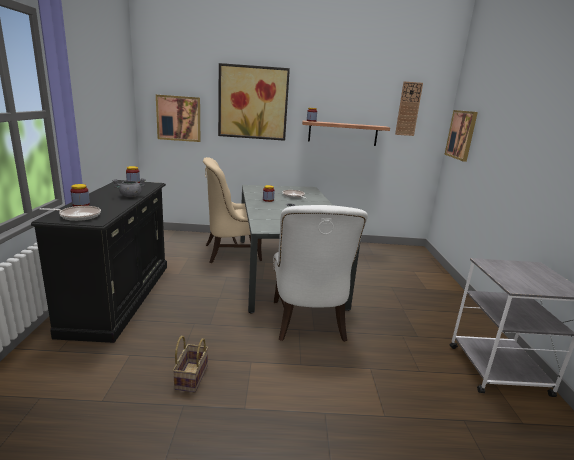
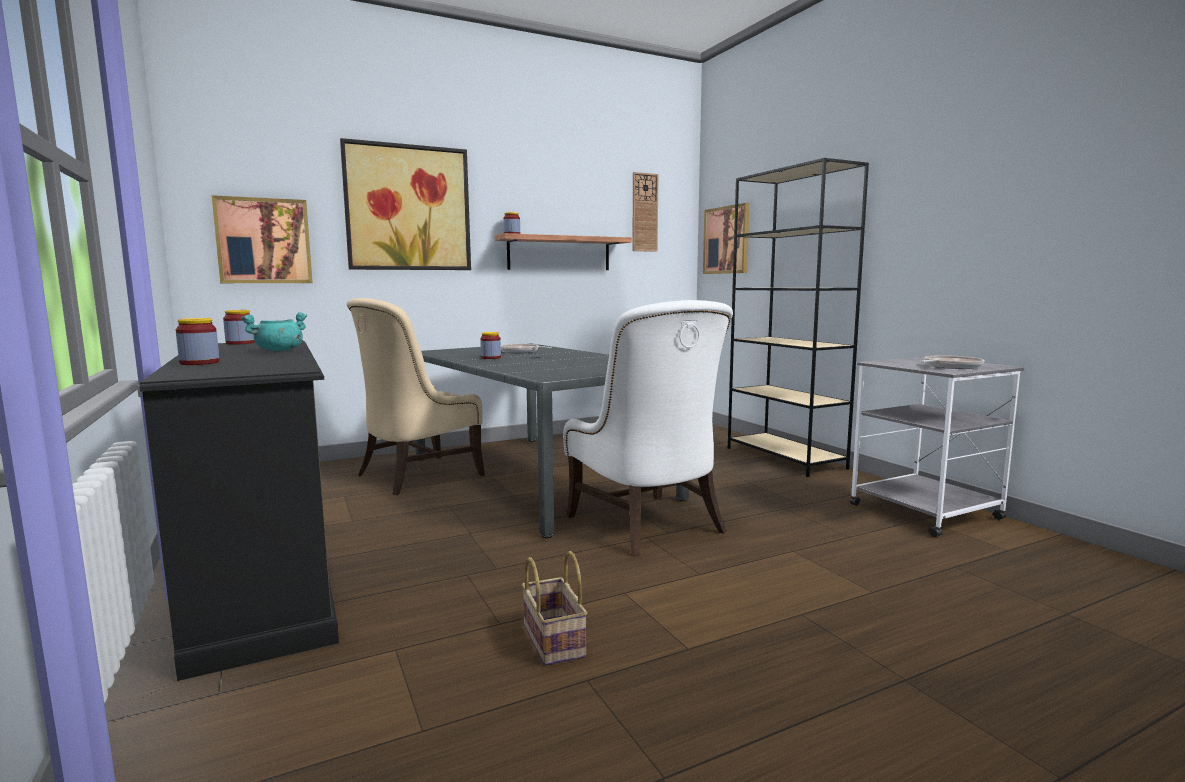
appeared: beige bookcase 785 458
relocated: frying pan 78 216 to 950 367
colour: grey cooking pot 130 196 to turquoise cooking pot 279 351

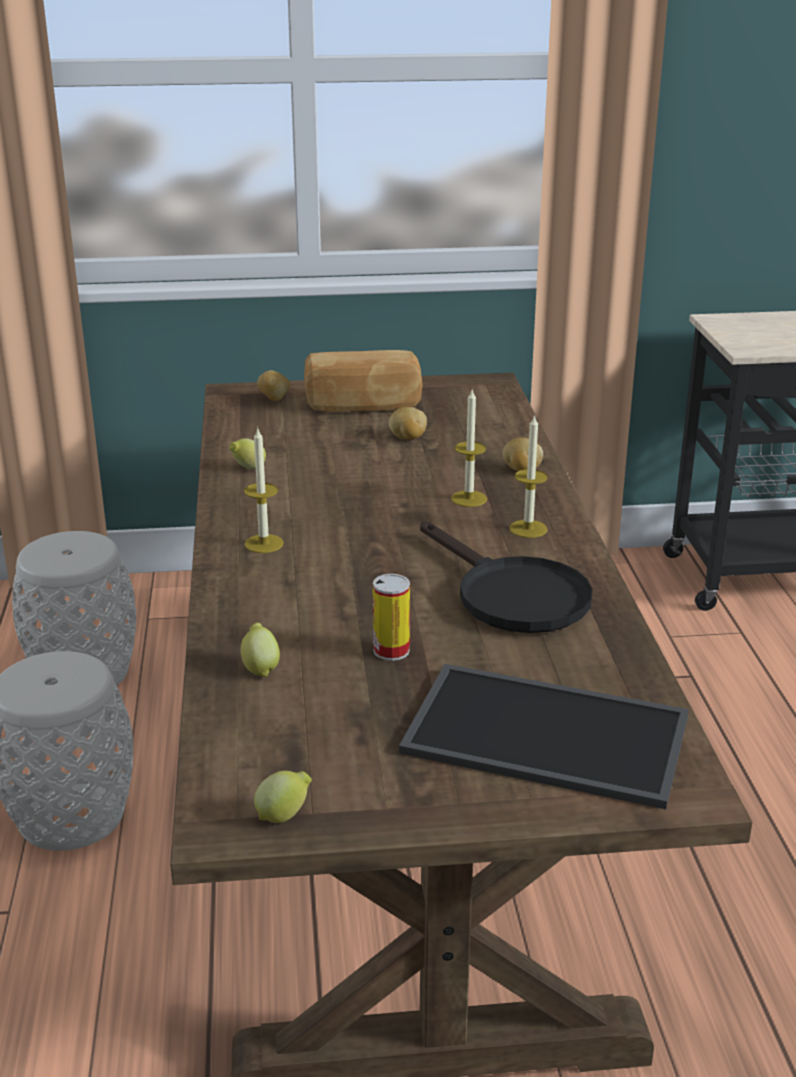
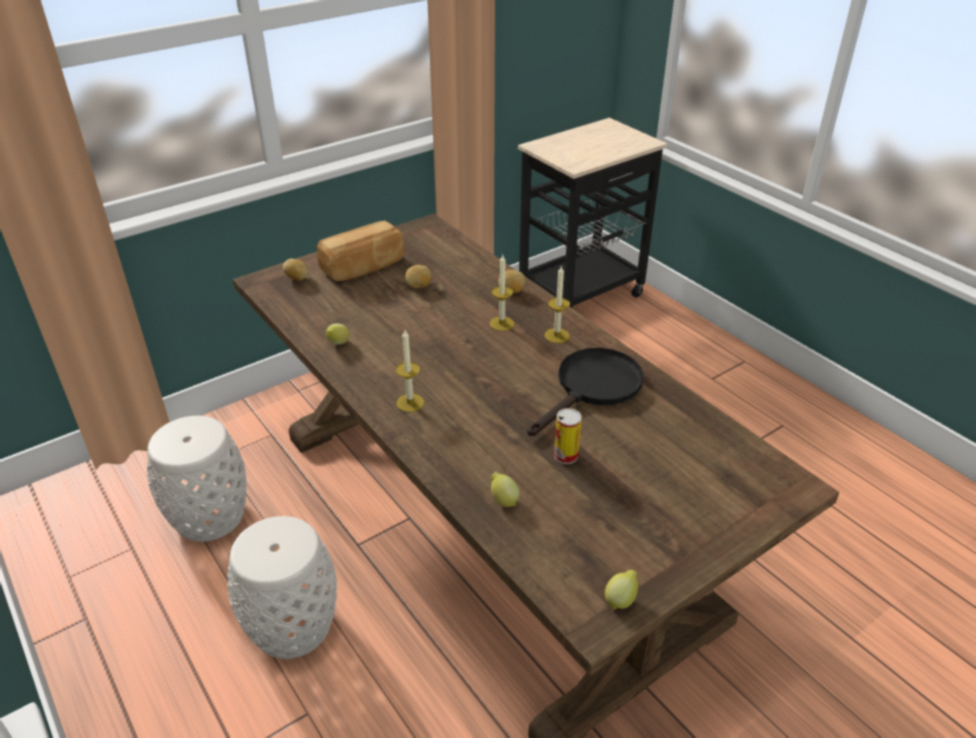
missing: tray 550 732
spun: black frying pan 511 594 = 592 388 75 degrees counterclockwise

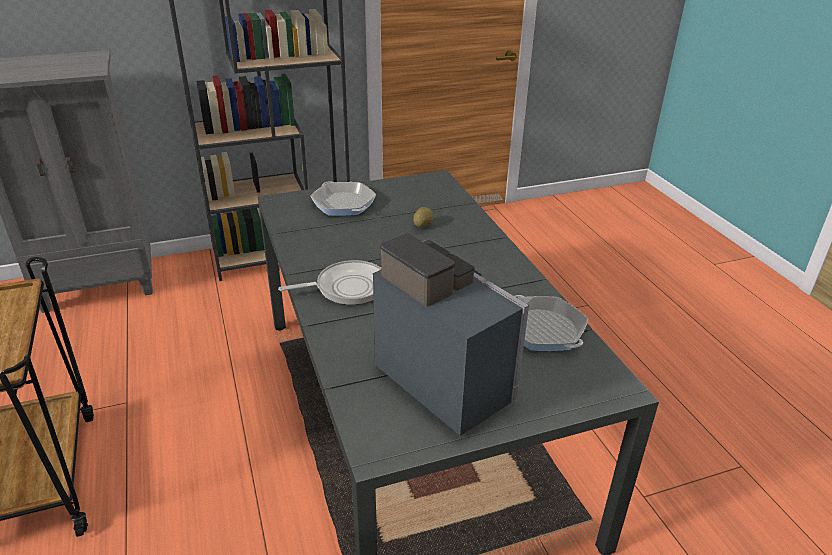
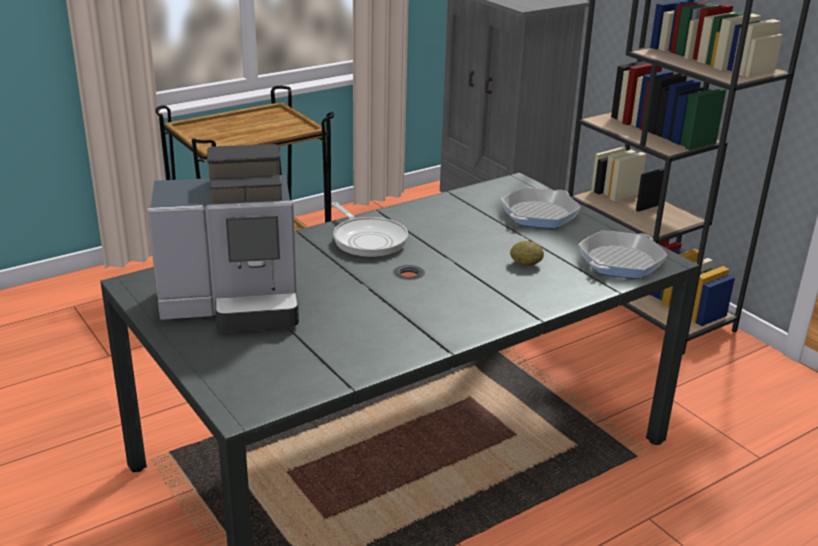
relocated: frying pan 543 330 to 620 261
spun: coffee machine 445 378 = 235 305 45 degrees clockwise

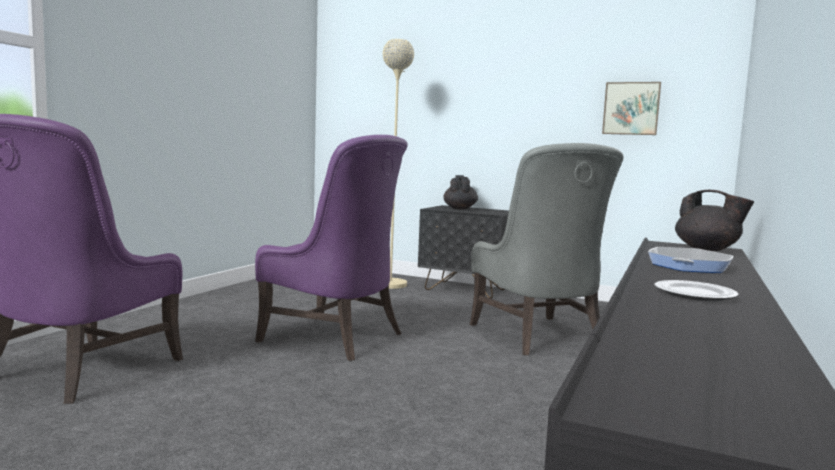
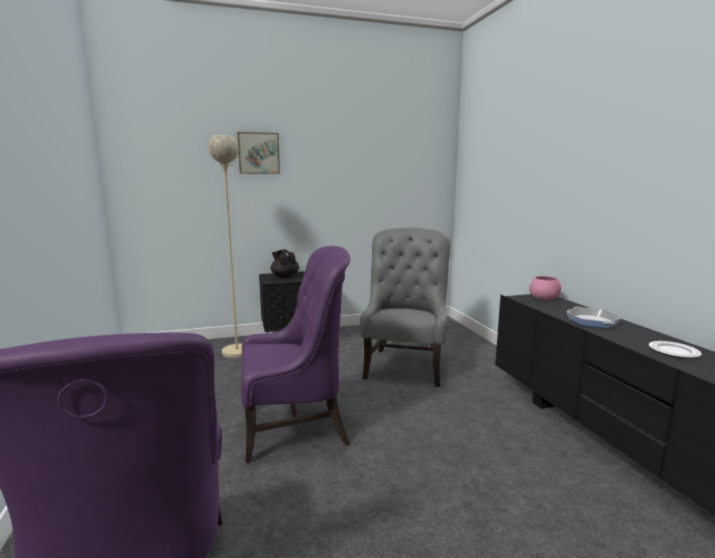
relocated: picture 631 108 to 258 153
exchanged: black teapot 707 249 to pink bowl 544 298
spun: grey chair 538 335 = 405 366 105 degrees counterclockwise

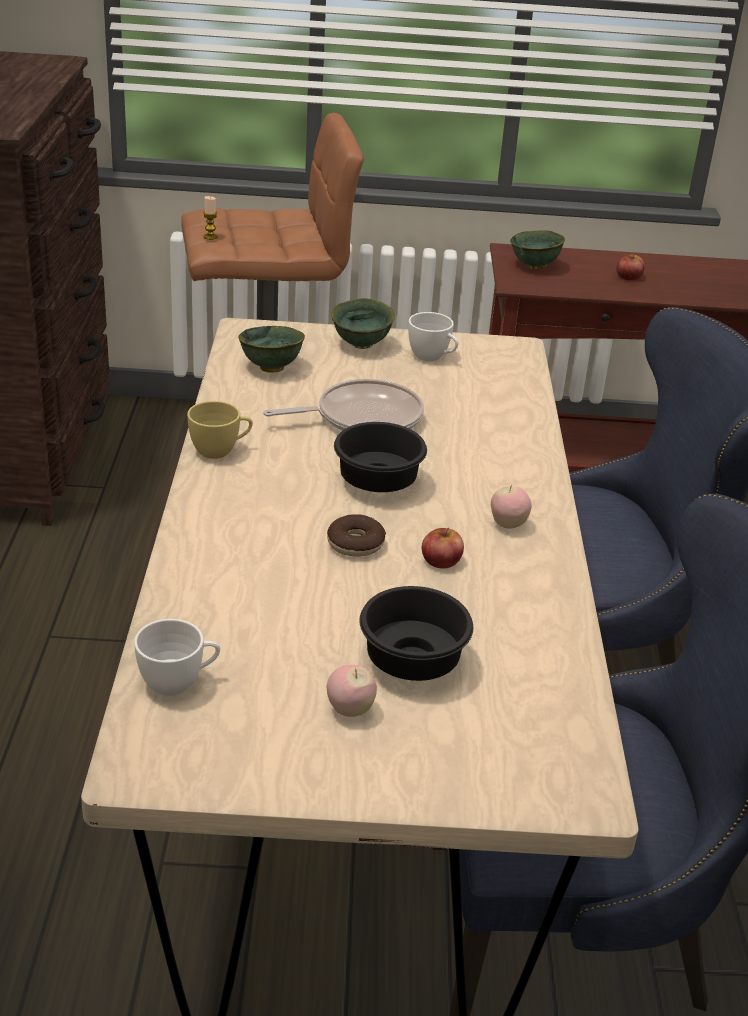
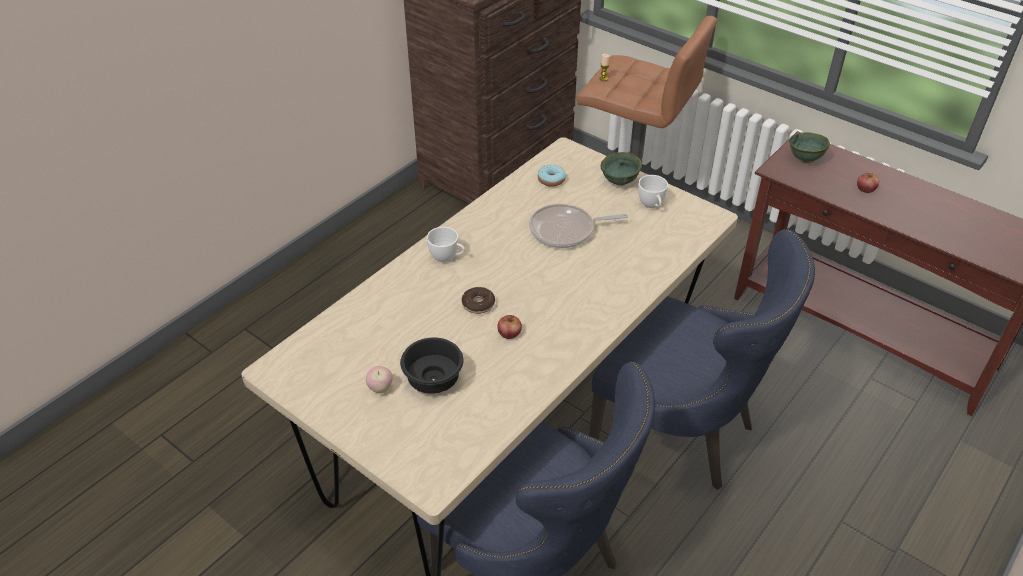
missing: yellow cup 220 451; black bowl 379 481; apple 508 525
relocated: white cup 179 682 to 447 257
exchanged: green bowl 270 368 to donut 551 180
spun: frying pan 362 418 = 566 230 150 degrees clockwise

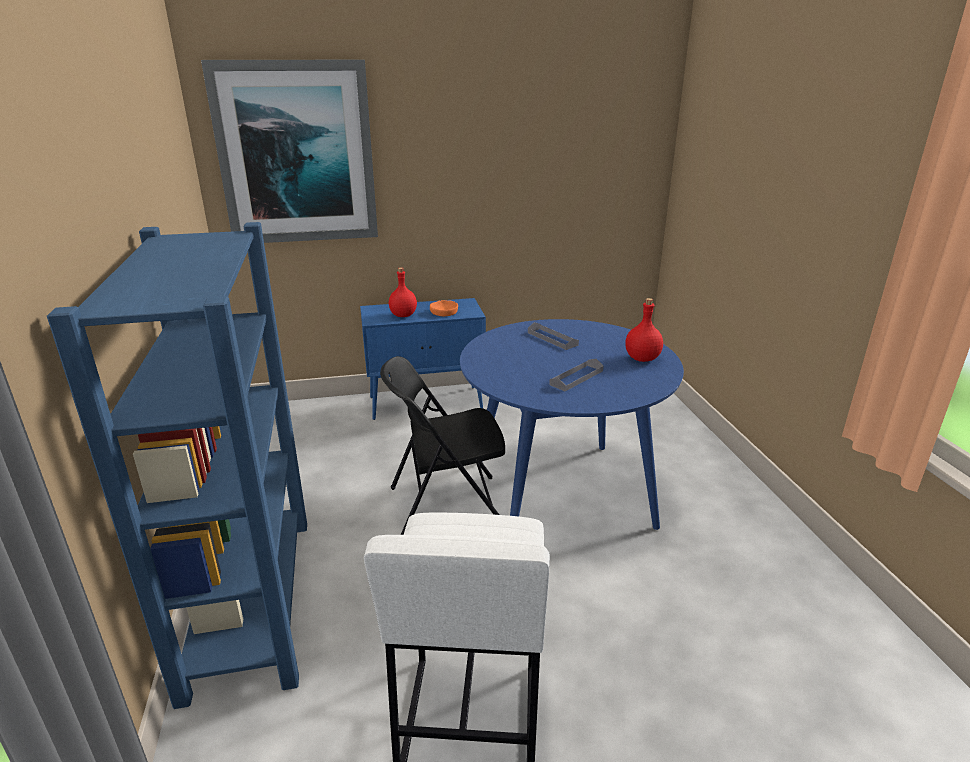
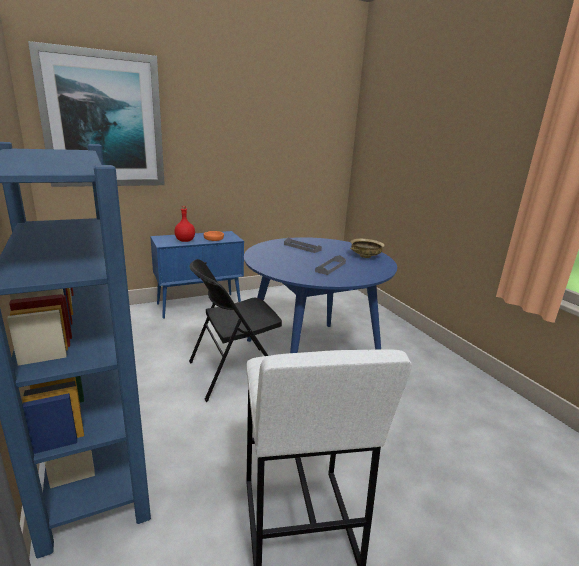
exchanged: red bottle 642 358 to beige bowl 365 256

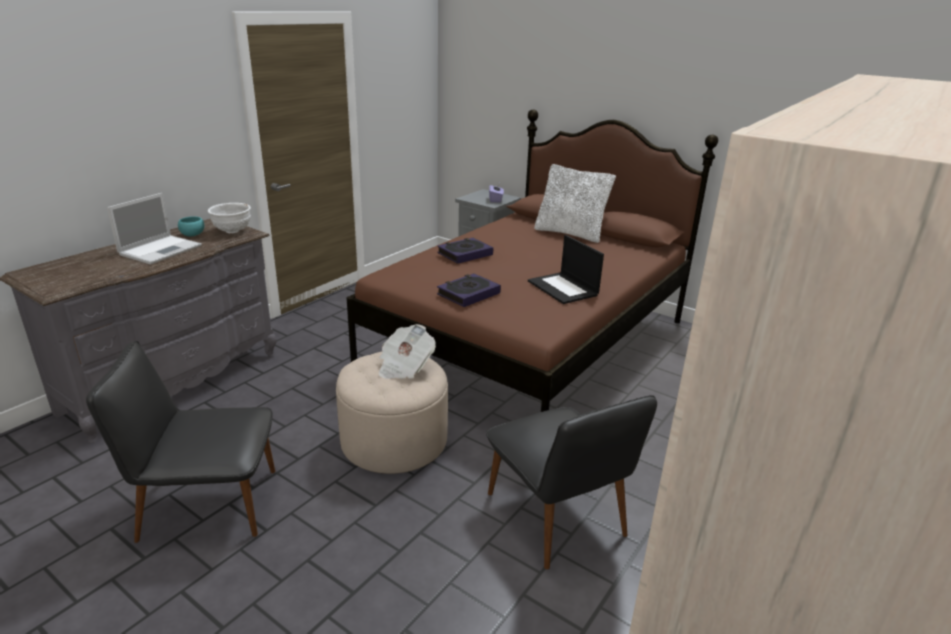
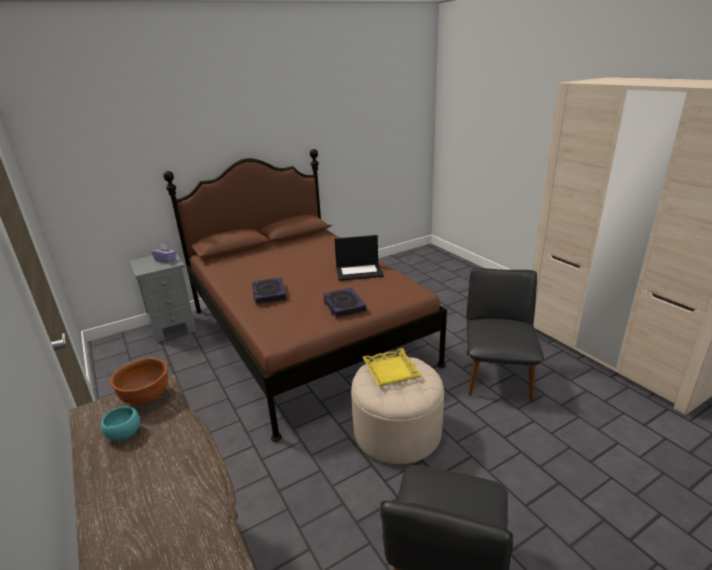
missing: laptop 161 249; white pillow 571 232
exchanged: newspaper 404 366 to yellow tray 391 371
colour: white bowl 232 231 to brown bowl 146 398
spun: black chair 555 514 = 497 375 75 degrees counterclockwise

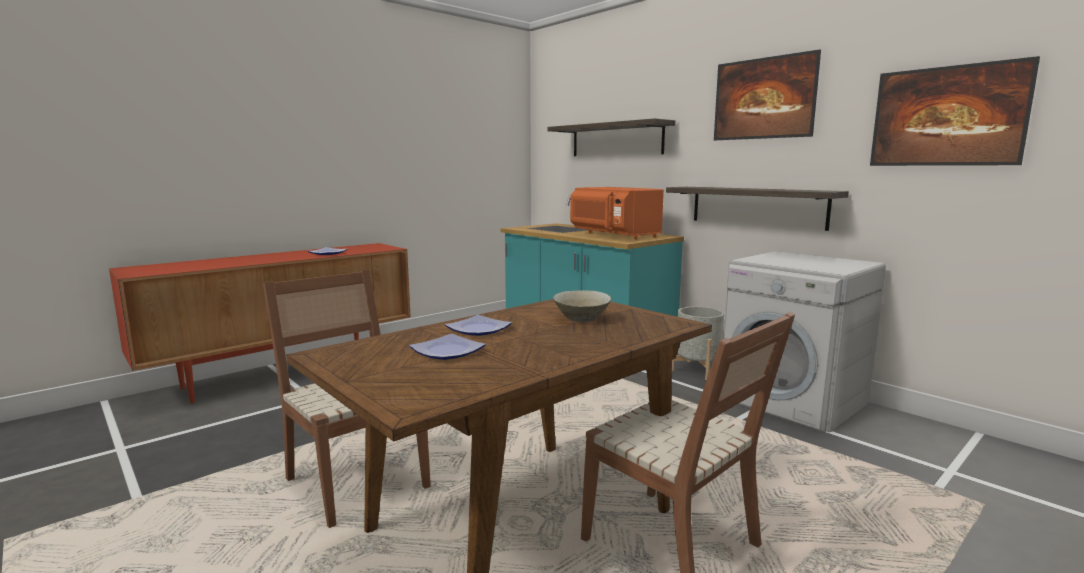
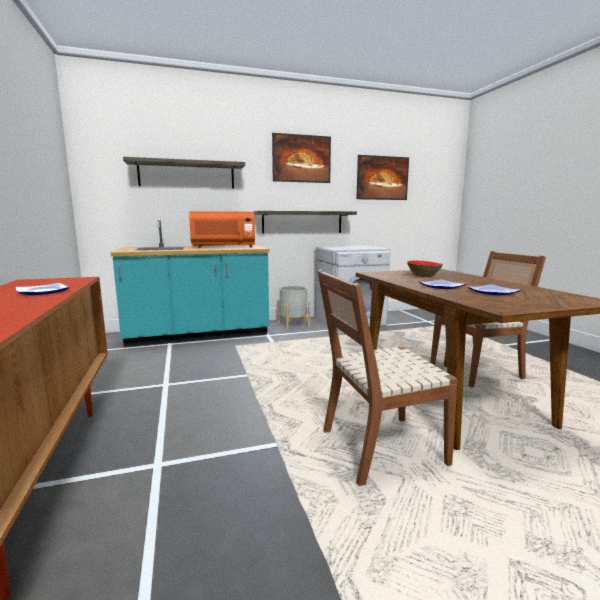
colour: beige bowl 581 319 to red bowl 423 276

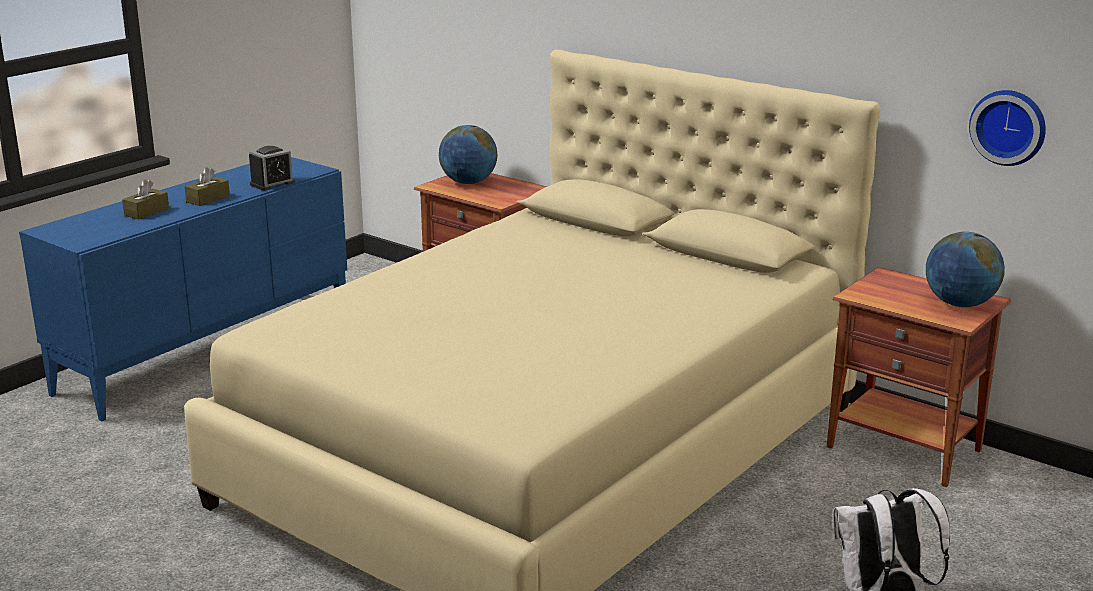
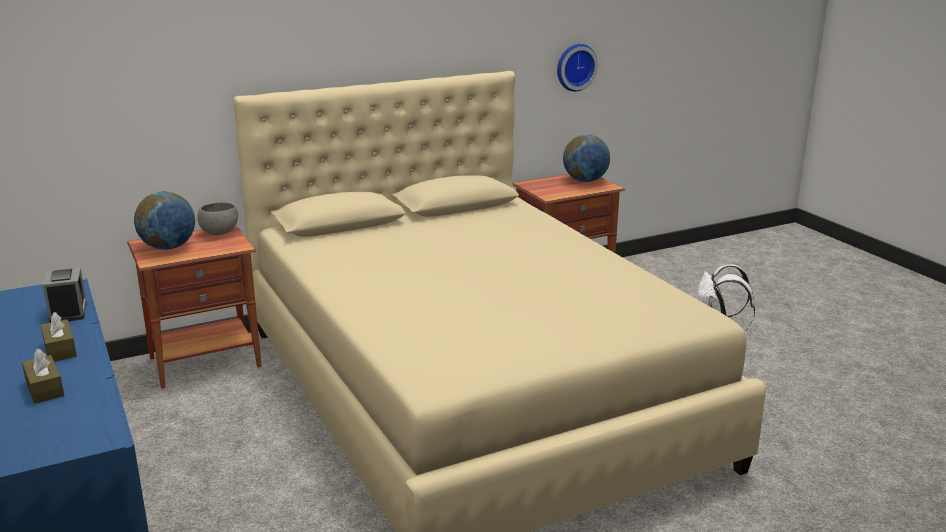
appeared: grey bowl 219 232

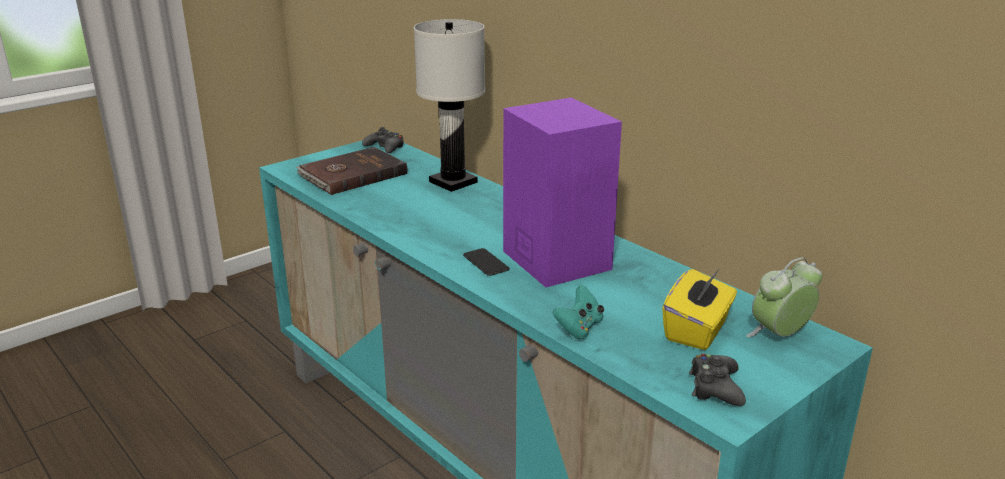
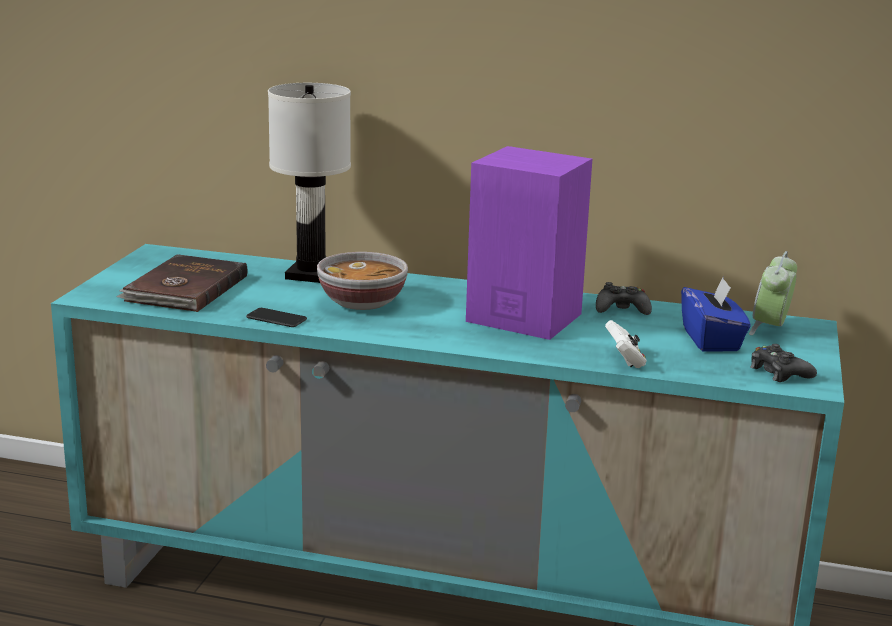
appeared: bowl 362 303
relocated: phone 486 263 to 276 319; black game controller 385 147 to 622 309
colour: turquoise game controller 579 328 to white game controller 625 361; yellow tissue box 697 330 to blue tissue box 712 340

